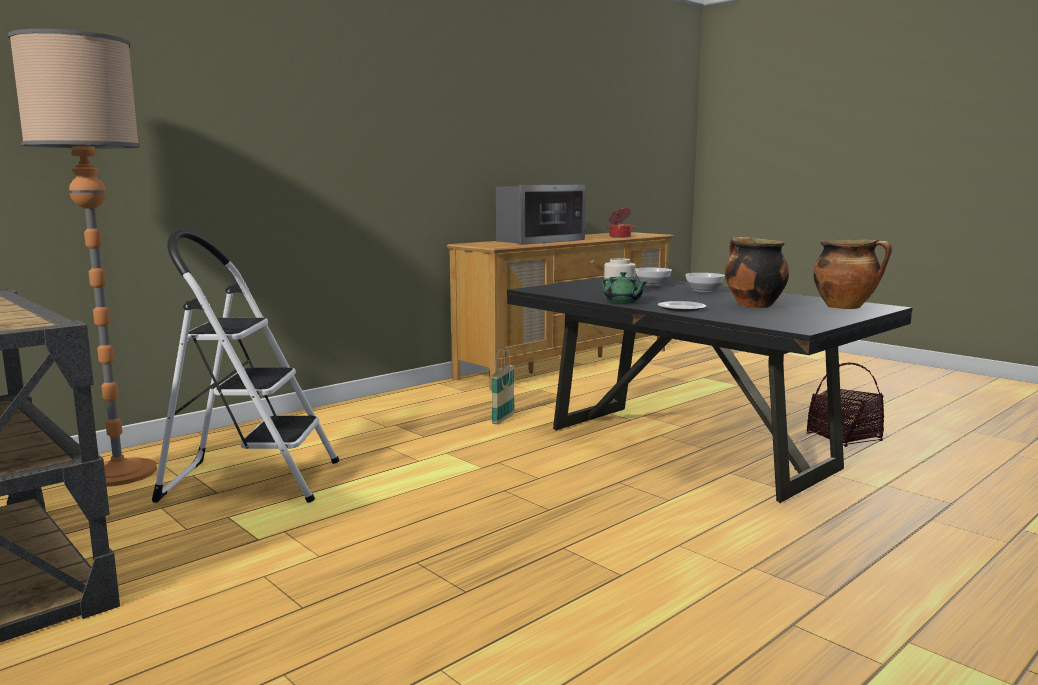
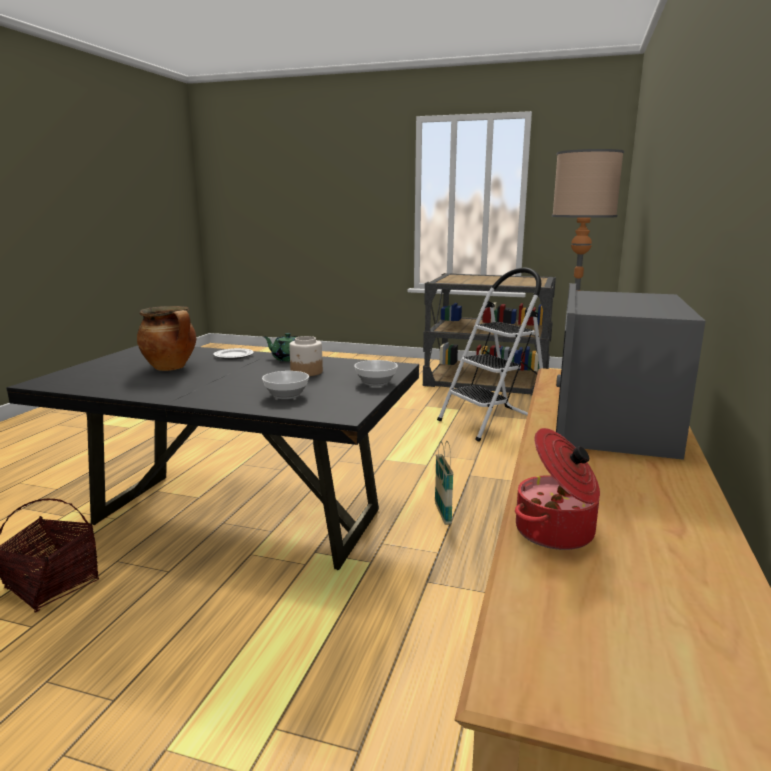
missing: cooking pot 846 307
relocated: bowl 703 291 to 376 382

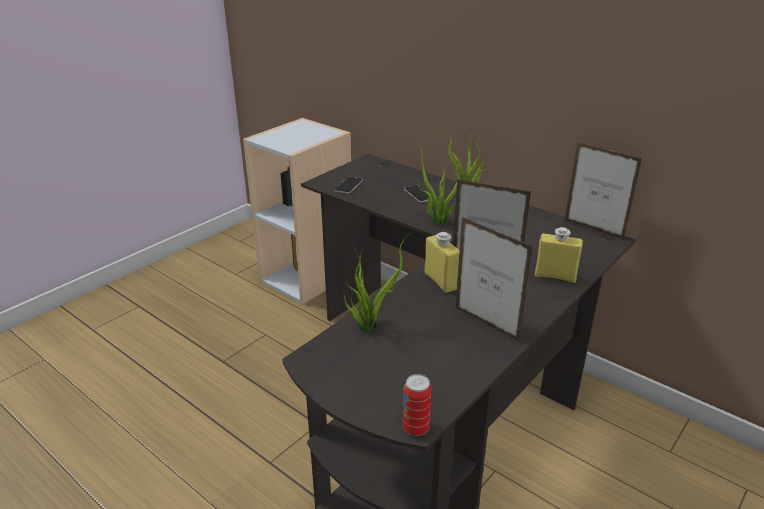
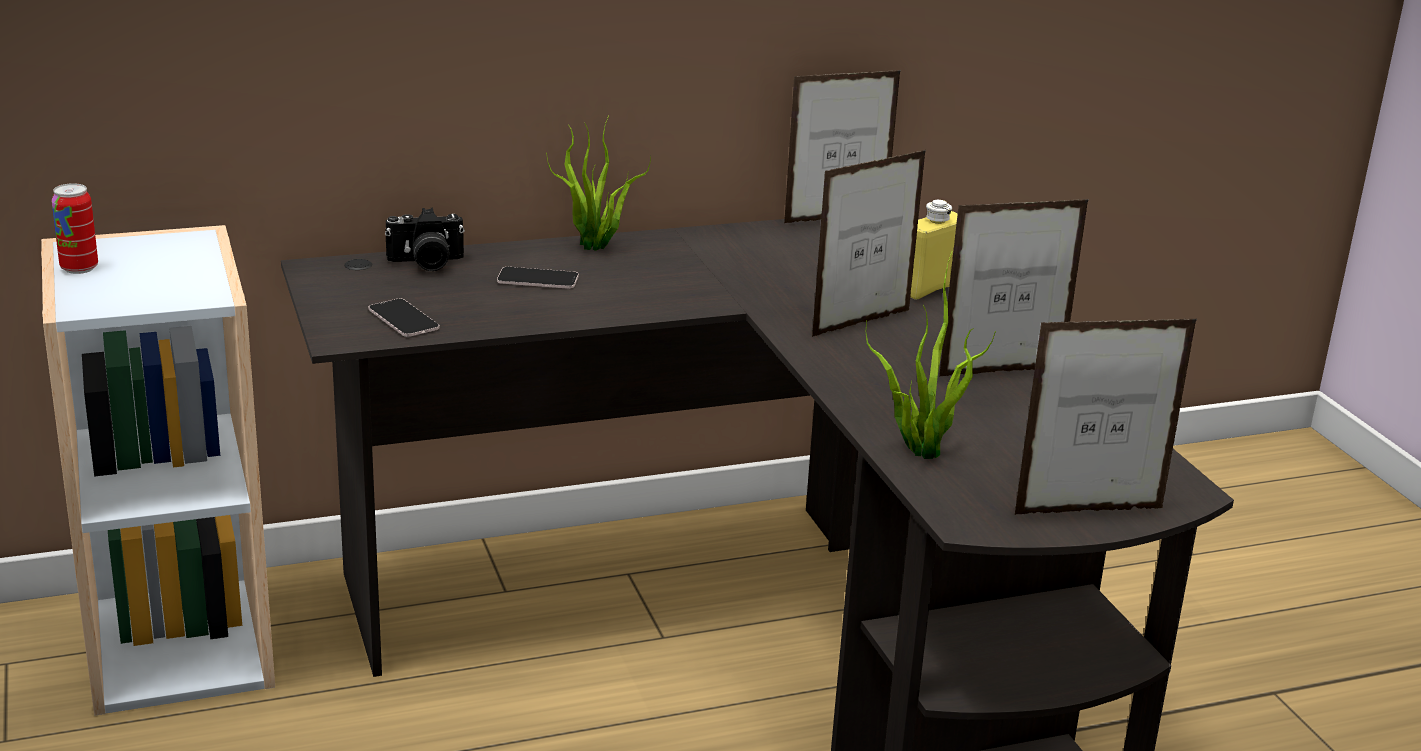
missing: potted plant 437 221; yellow bottle 441 281
appeared: photo camera 426 263; picture frame 1089 511
relocated: can 416 428 to 79 268

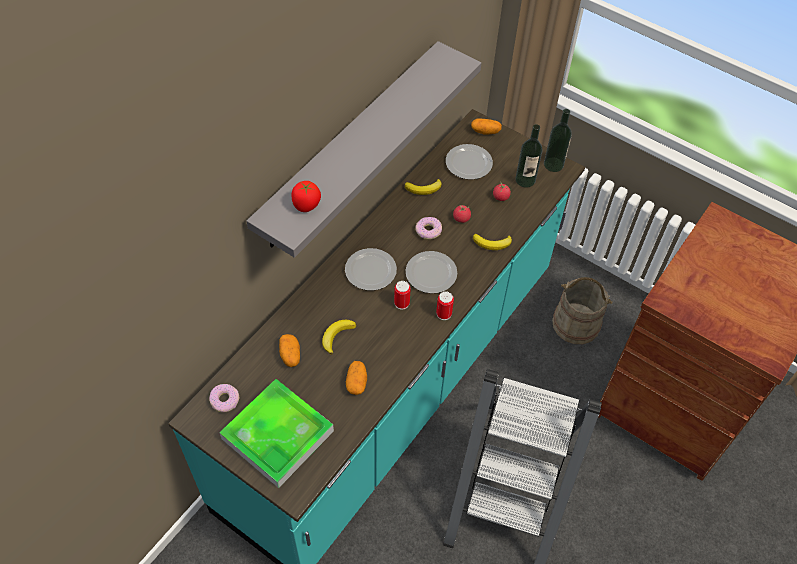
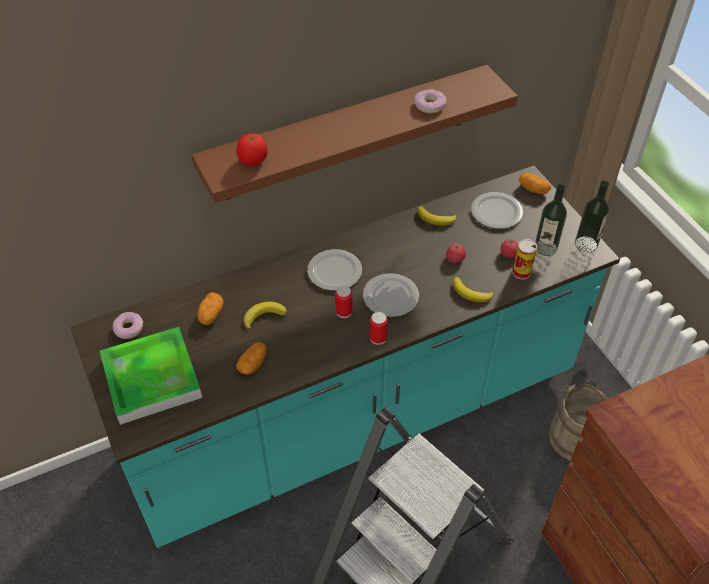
appeared: can 521 272
relocated: donut 428 231 to 429 105
colour: grey shelf 350 146 to brown shelf 347 133

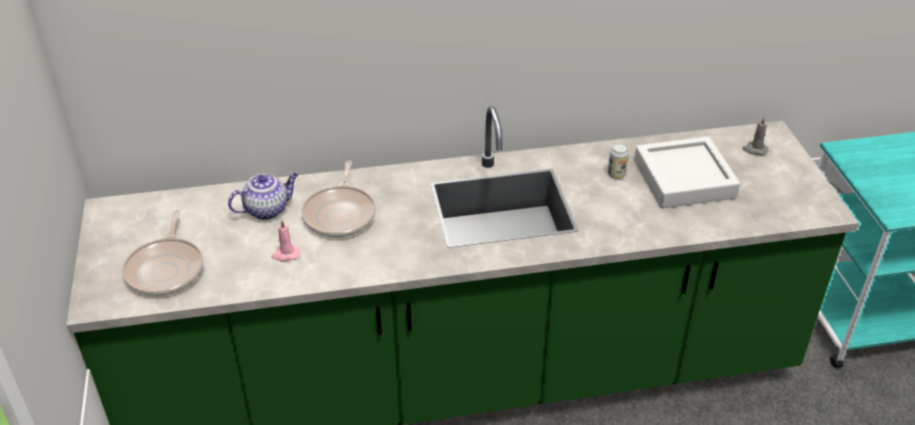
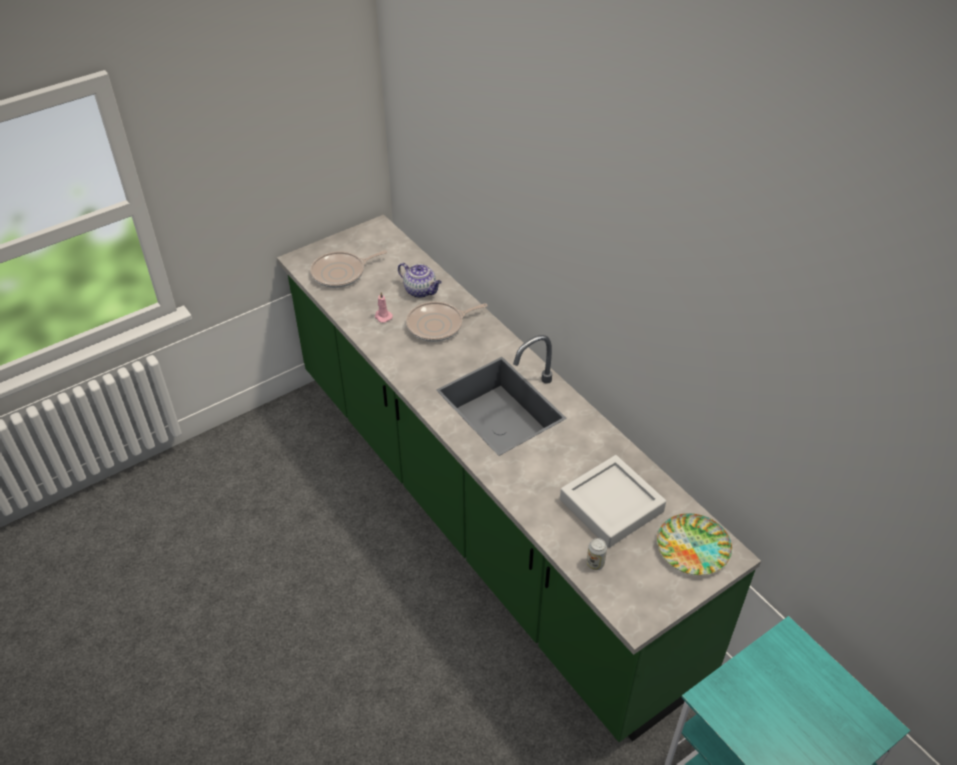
relocated: can 616 174 to 595 563
exchanged: grey candle 754 150 to plate 693 547

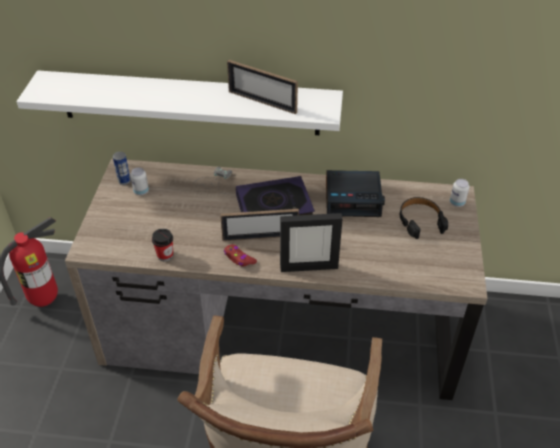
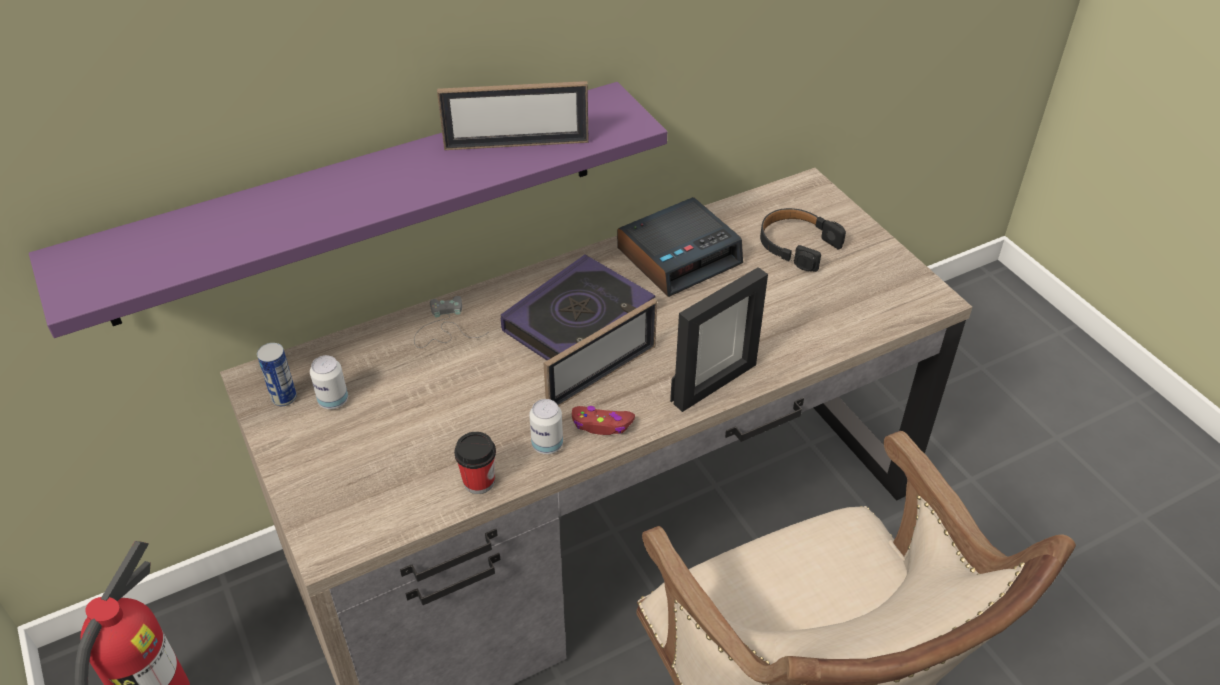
relocated: can 457 203 to 547 445
colour: white shelf 189 103 to purple shelf 358 202

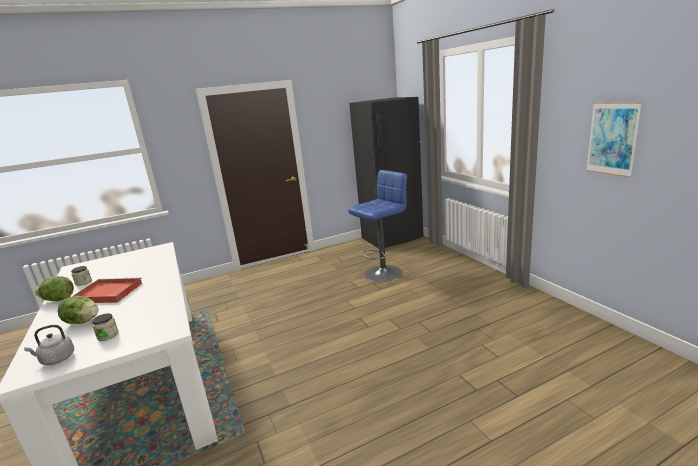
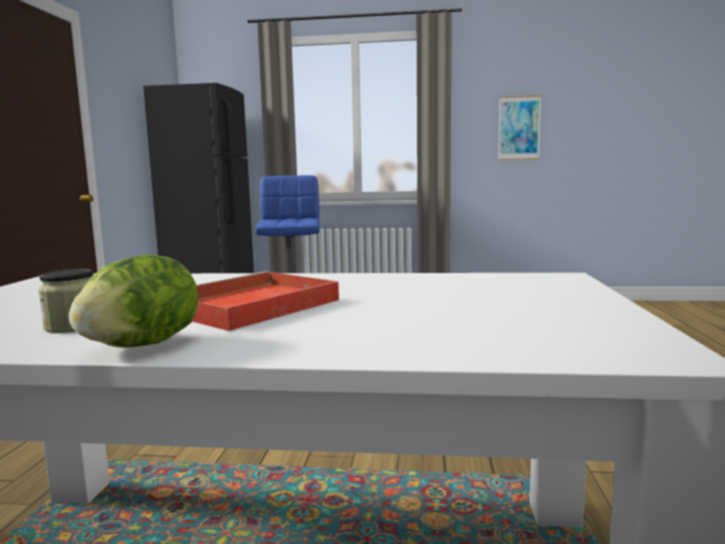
missing: grey kettle 56 359; lettuce 83 321; jar 108 335

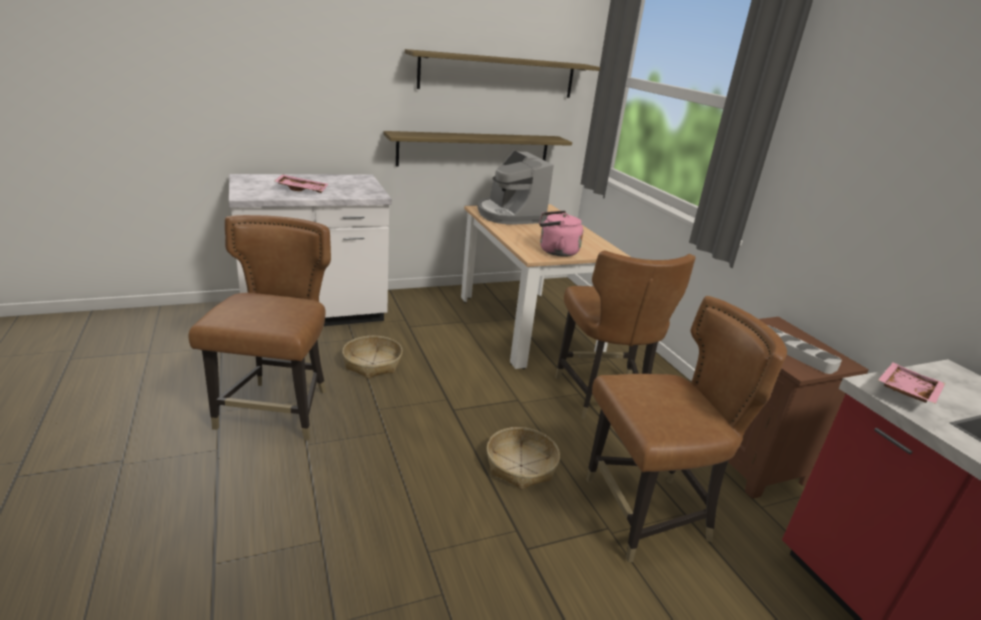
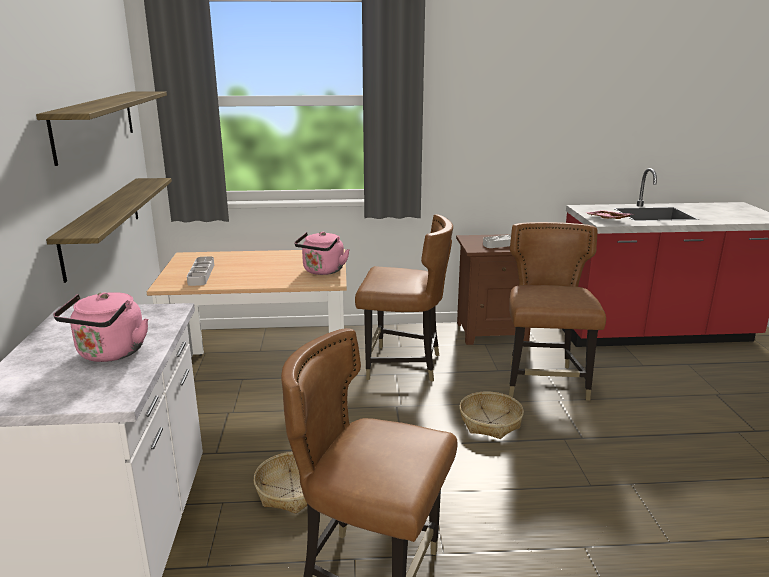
exchanged: pink tray 302 189 to pink kettle 109 354; coffee machine 509 215 to grey tray 201 274

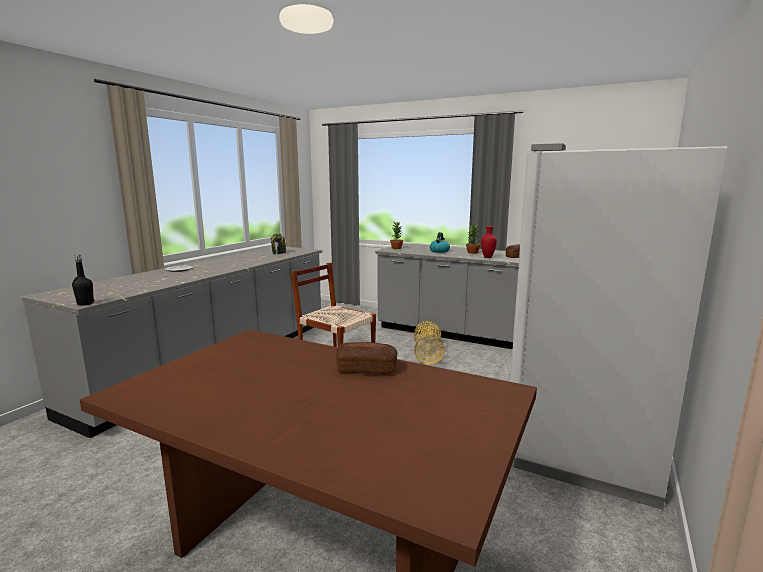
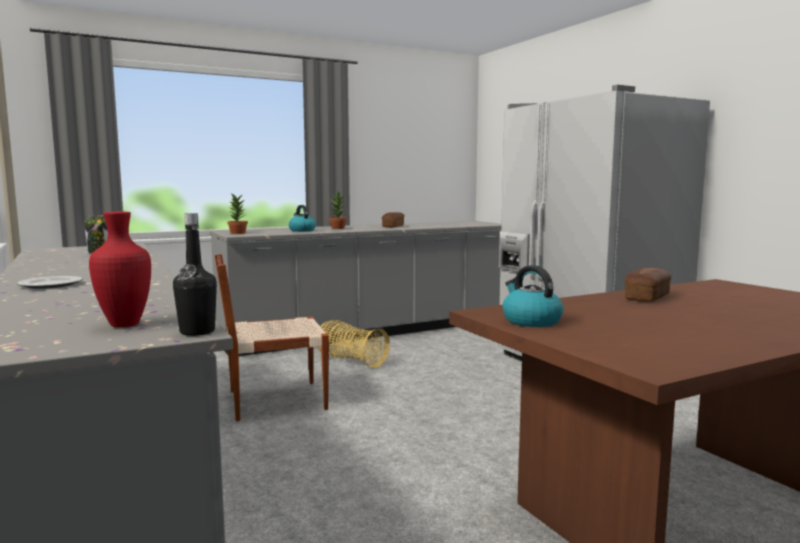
appeared: kettle 530 321
relocated: red vase 487 257 to 123 325

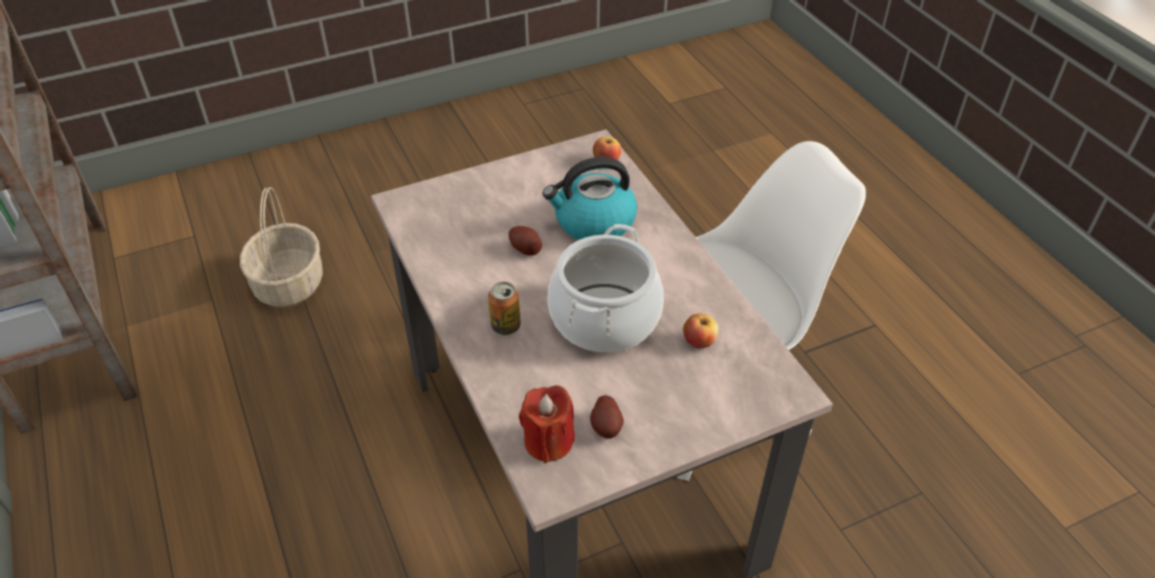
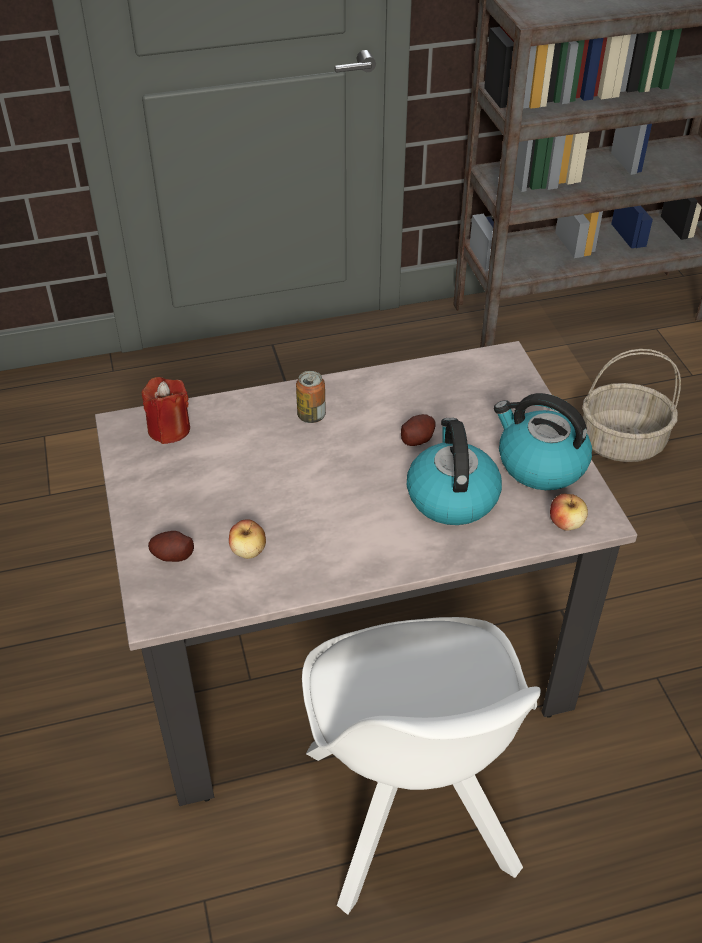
missing: cooking pot 605 318
appeared: kettle 540 464
relocated: potato 606 427 to 172 555

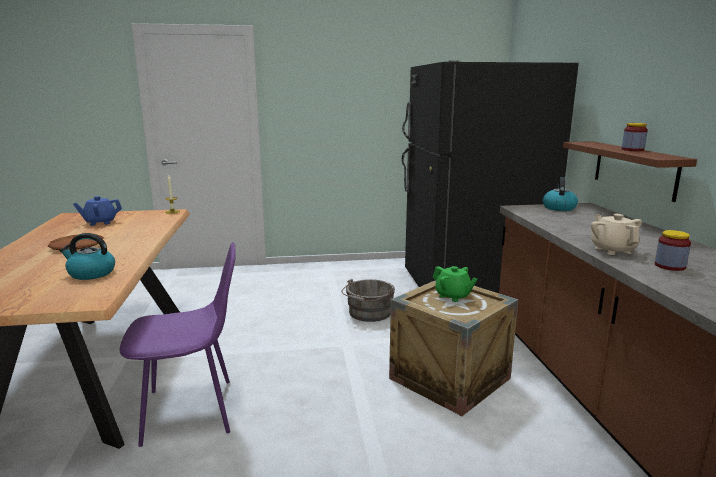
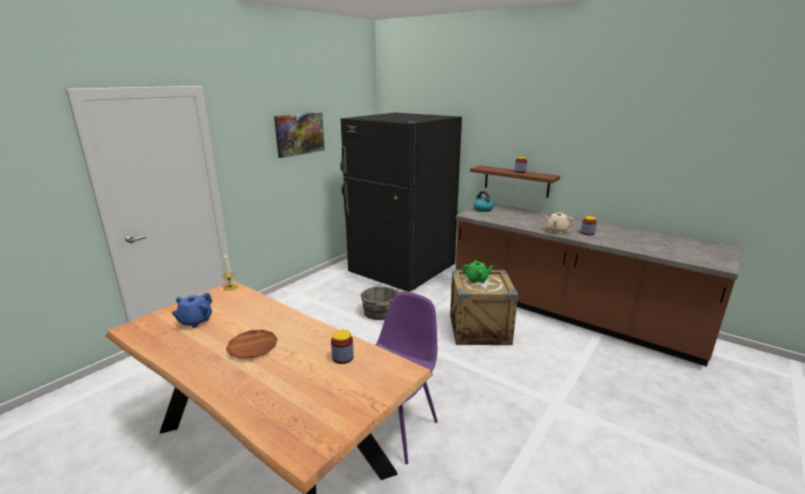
appeared: picture 299 134
exchanged: kettle 91 273 to jar 342 357

